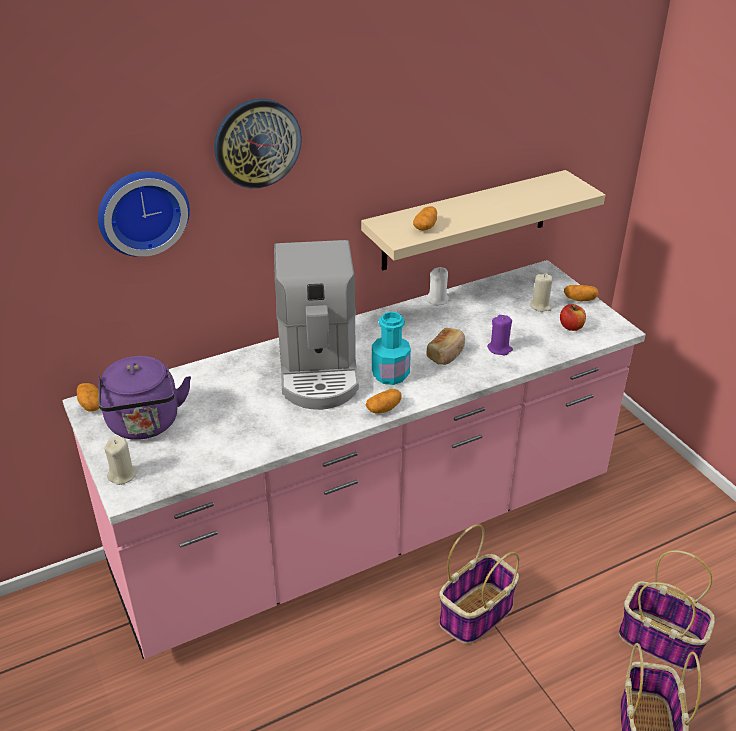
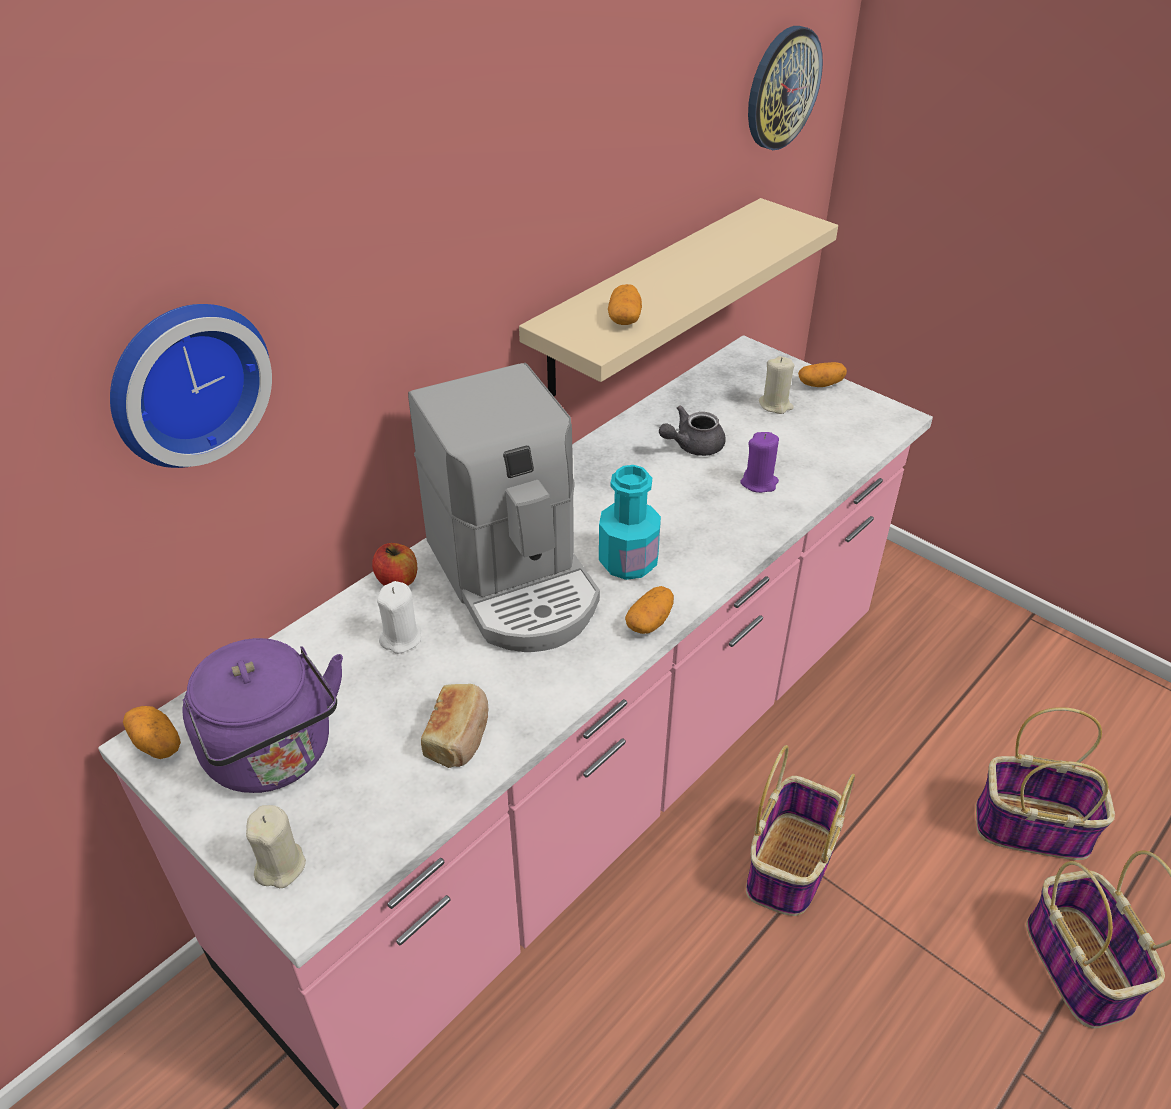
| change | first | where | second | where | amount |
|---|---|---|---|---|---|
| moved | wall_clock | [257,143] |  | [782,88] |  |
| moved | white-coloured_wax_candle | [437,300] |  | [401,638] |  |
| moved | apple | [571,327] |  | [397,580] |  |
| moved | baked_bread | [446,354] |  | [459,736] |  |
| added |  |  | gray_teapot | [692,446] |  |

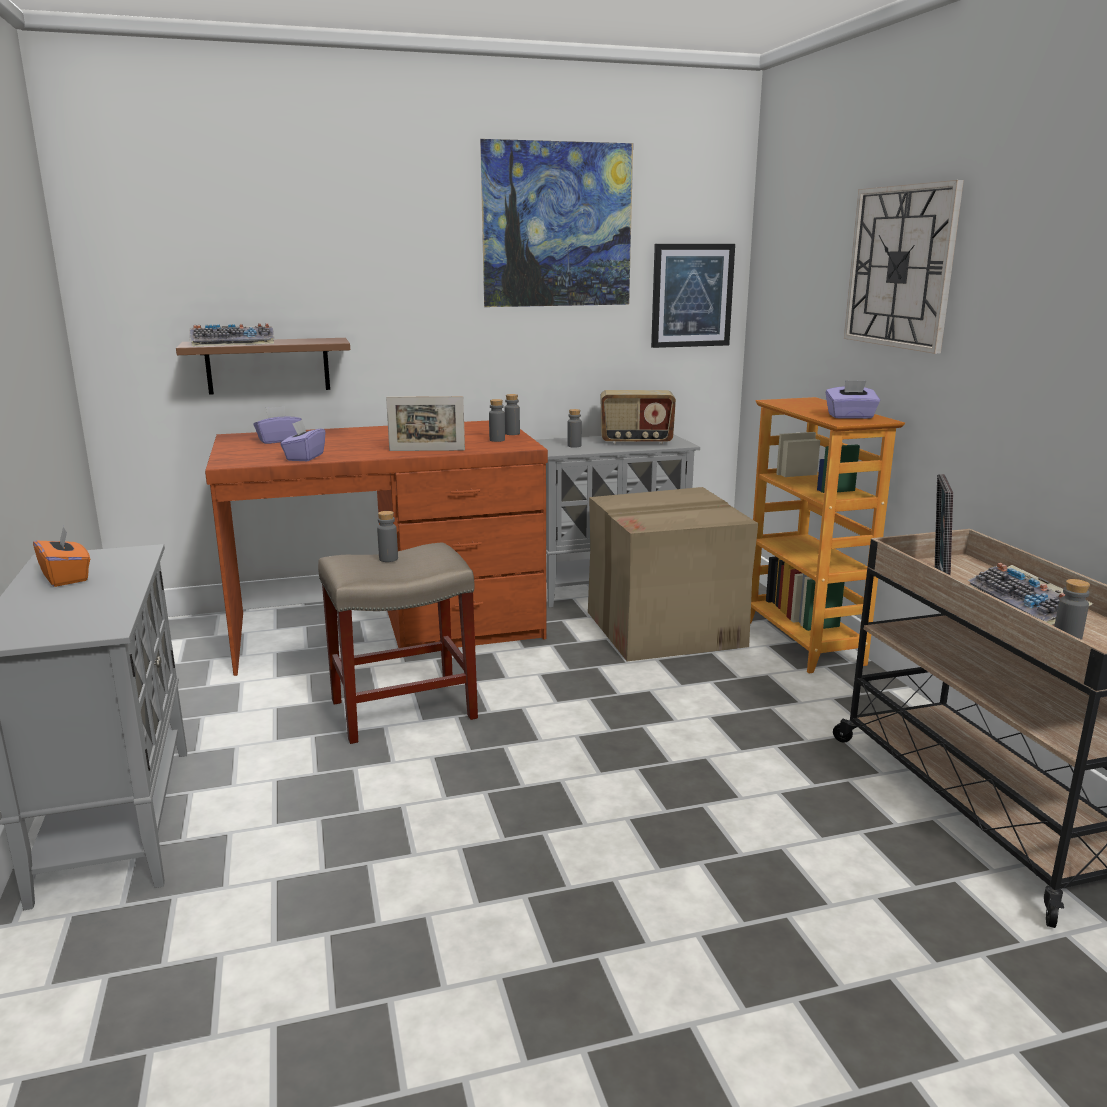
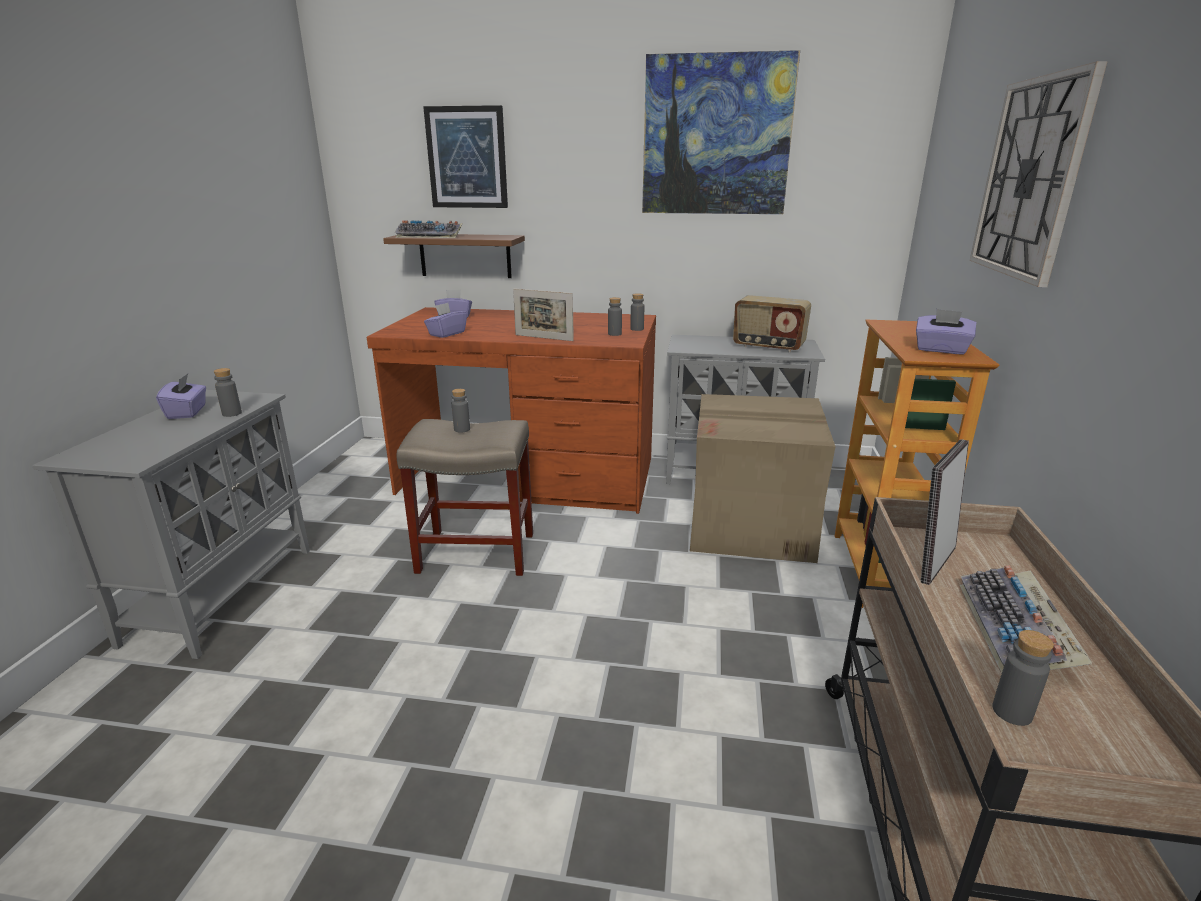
| change | first | where | second | where | amount |
|---|---|---|---|---|---|
| moved | picture | [692,295] |  | [467,158] |  |
| moved | gray_bottle | [574,446] |  | [232,413] |  |
| recoloured | orange_tissue_holder | [66,577] | purple-coloured_tissue_holder | [187,412] |  |

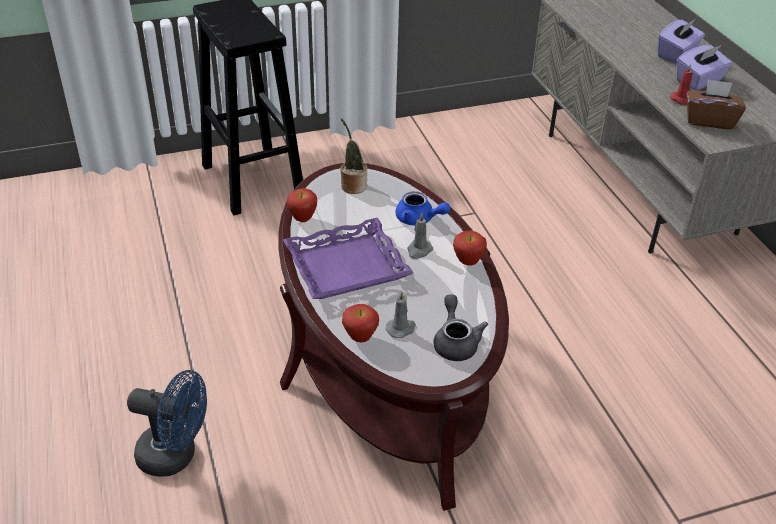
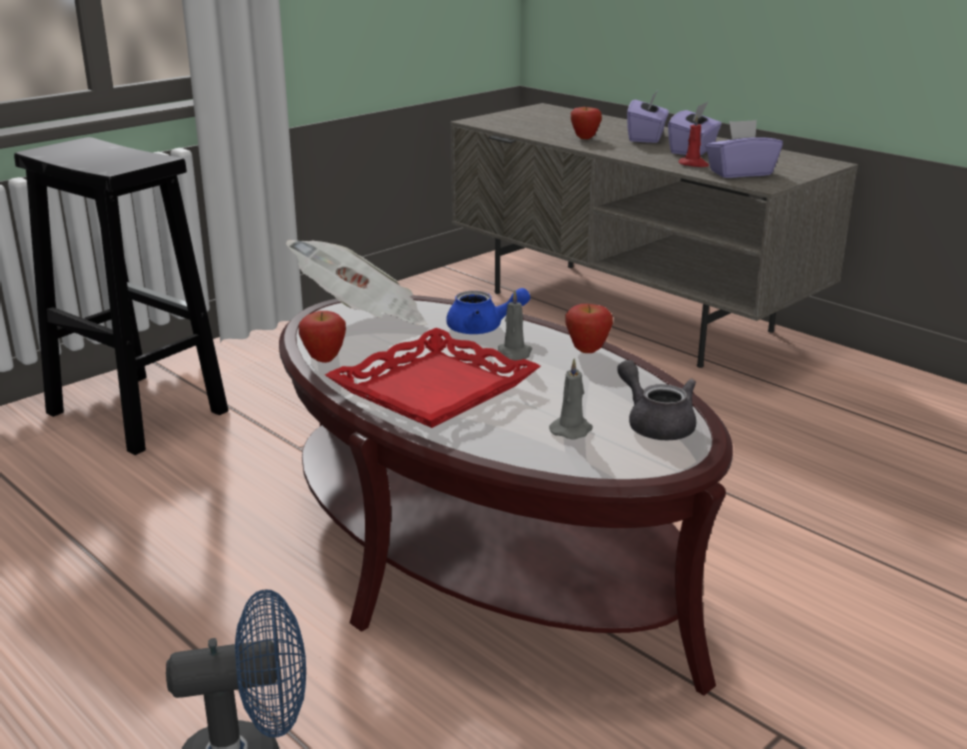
| change | first | where | second | where | amount |
|---|---|---|---|---|---|
| recoloured | brown-coloured_tissue_holder | [709,120] | purple-coloured_tissue_holder | [740,173] |  |
| replaced | potted_plant | [352,185] | printed_paper | [362,316] |  |
| recoloured | purple-coloured_tray | [347,267] | reddish_tray | [434,390] |  |
| moved | apple | [360,338] |  | [585,138] |  |

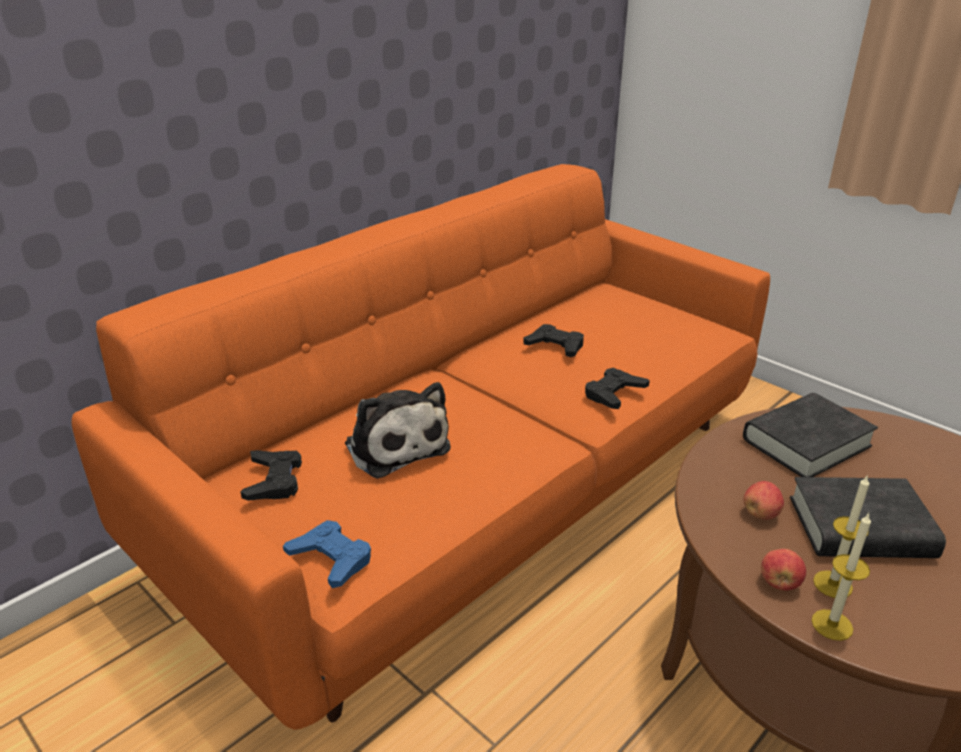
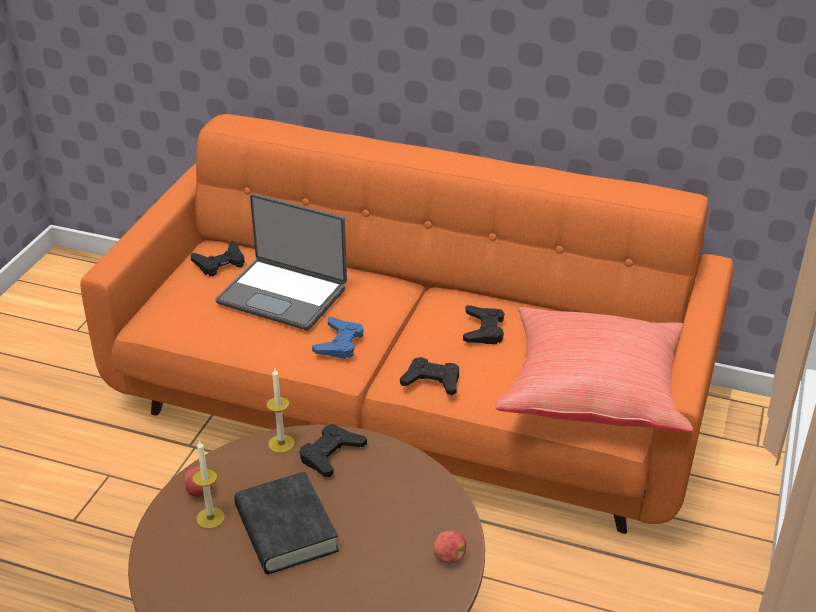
| change | first | where | second | where | amount |
|---|---|---|---|---|---|
| replaced | plush_toy | [395,444] | notebook_computer | [283,294] |  |
| removed | black-coloured_bound_book | [806,442] |  |  |  |
| moved | apple | [760,514] |  | [449,557] |  |
| moved | wax_candle | [832,625] |  | [281,443] |  |
| moved | blue-coloured_joypad | [331,558] |  | [339,343] |  |
| added |  |  | reddish_pillow | [593,393] |  |
| added |  |  | black-coloured_joypad | [331,454] |  |

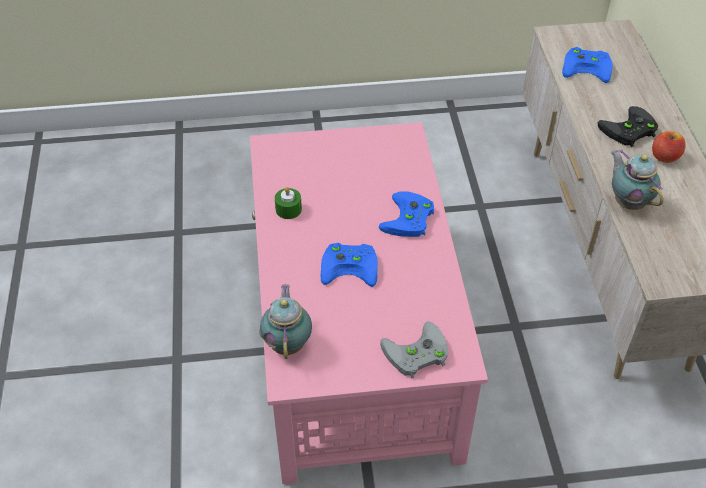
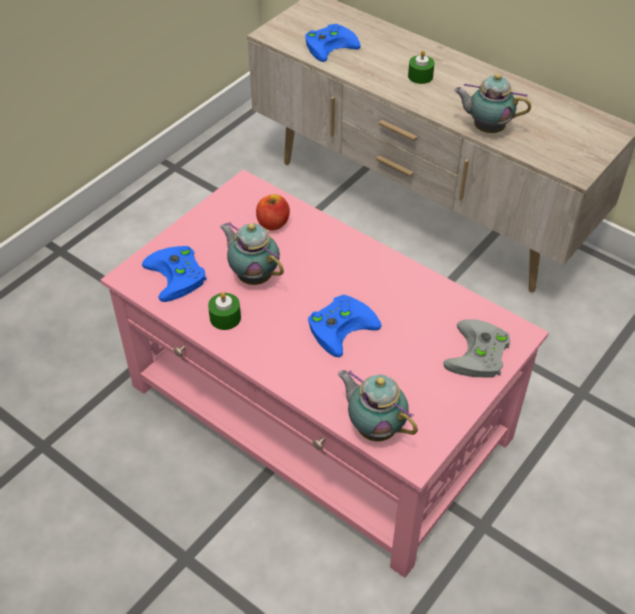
| change | first | where | second | where | amount |
|---|---|---|---|---|---|
| replaced | black-coloured_joypad | [628,131] | green-coloured_wax_candle | [420,76] |  |
| moved | apple | [665,157] |  | [273,223] |  |
| moved | blue-coloured_joypad | [409,220] |  | [179,276] |  |
| added |  |  | teapot | [253,276] |  |

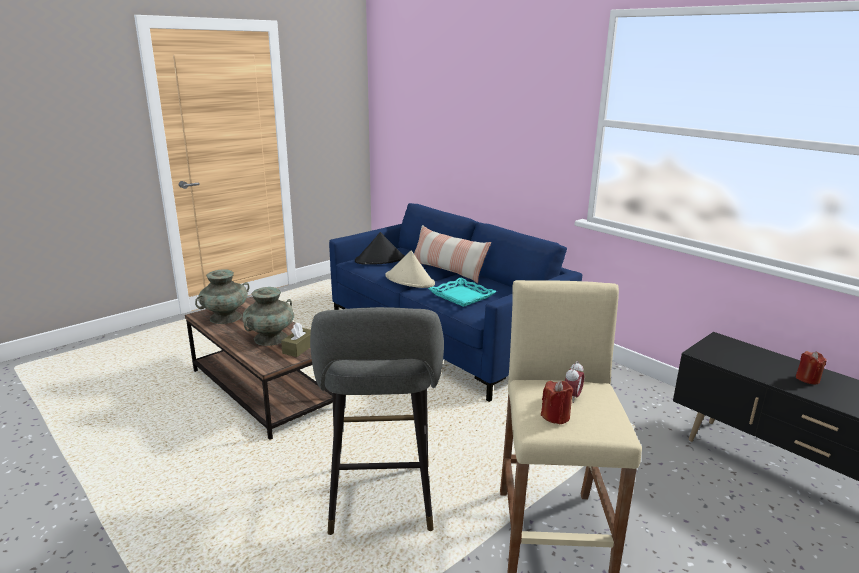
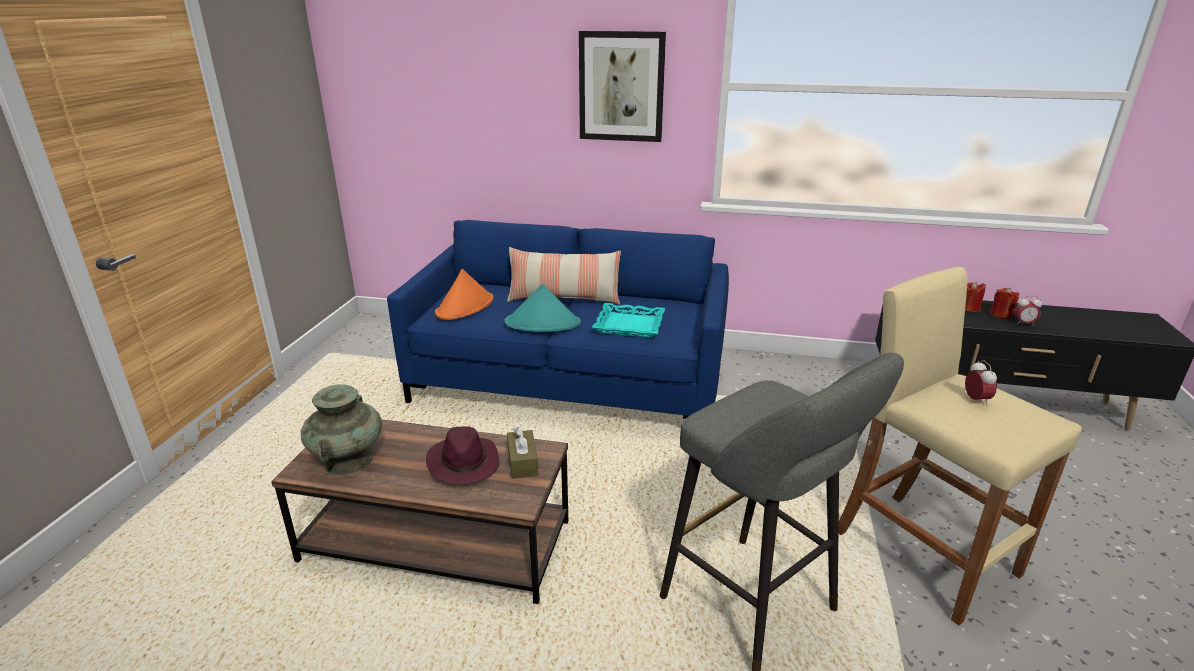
| change | first | where | second | where | amount |
|---|---|---|---|---|---|
| recoloured | black-coloured_hat | [380,260] | orange_hat | [465,307] |  |
| recoloured | beige-coloured_hat | [410,280] | turquoise-coloured_hat | [543,323] |  |
| replaced | turquoise-coloured_vase | [271,338] | purple-coloured_hat | [463,463] |  |
| moved | reddish_wax_candle | [555,416] |  | [969,308] |  |
| added |  |  | picture | [621,87] |  |
| added |  |  | alarm_clock | [1023,324] |  |

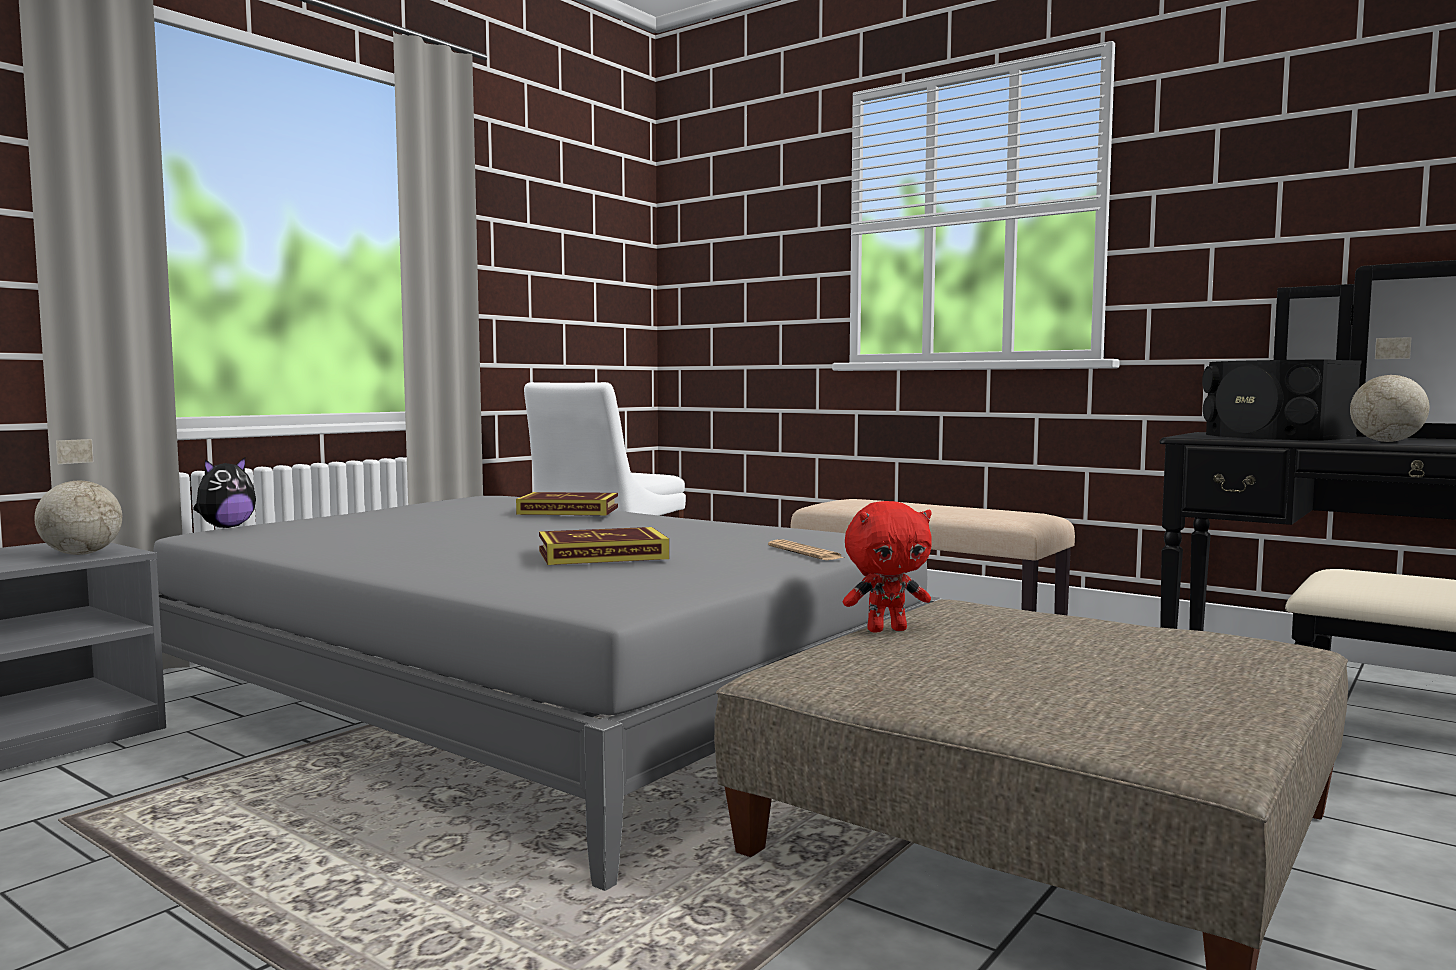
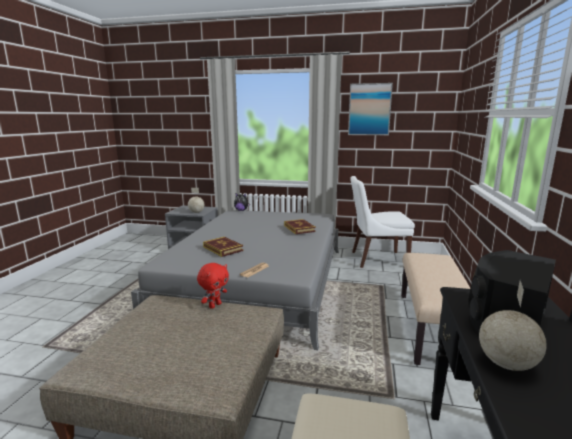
| change | first | where | second | where | amount |
|---|---|---|---|---|---|
| turned | reddish_plush_toy | [886,630] |  | [214,305] | 105 degrees counterclockwise |
| added |  |  | picture | [369,109] |  |

